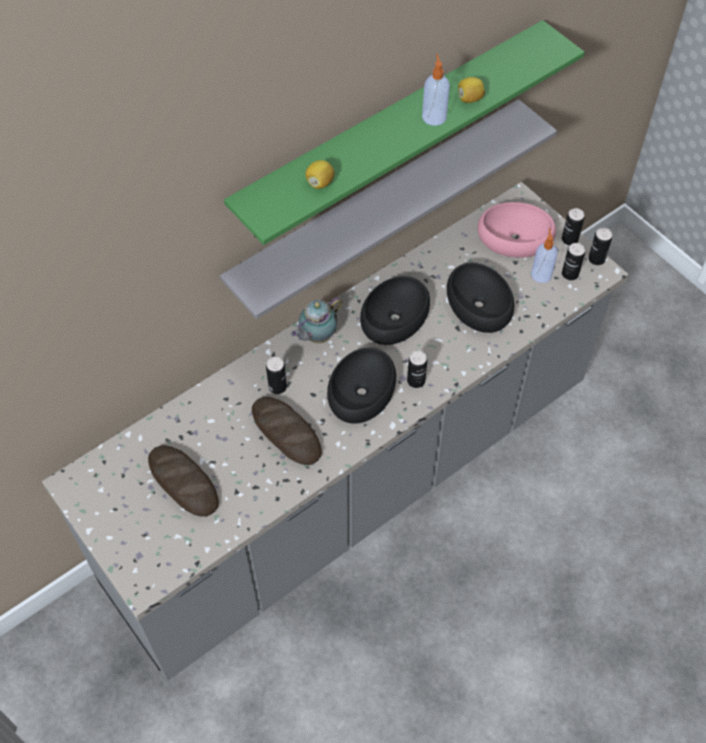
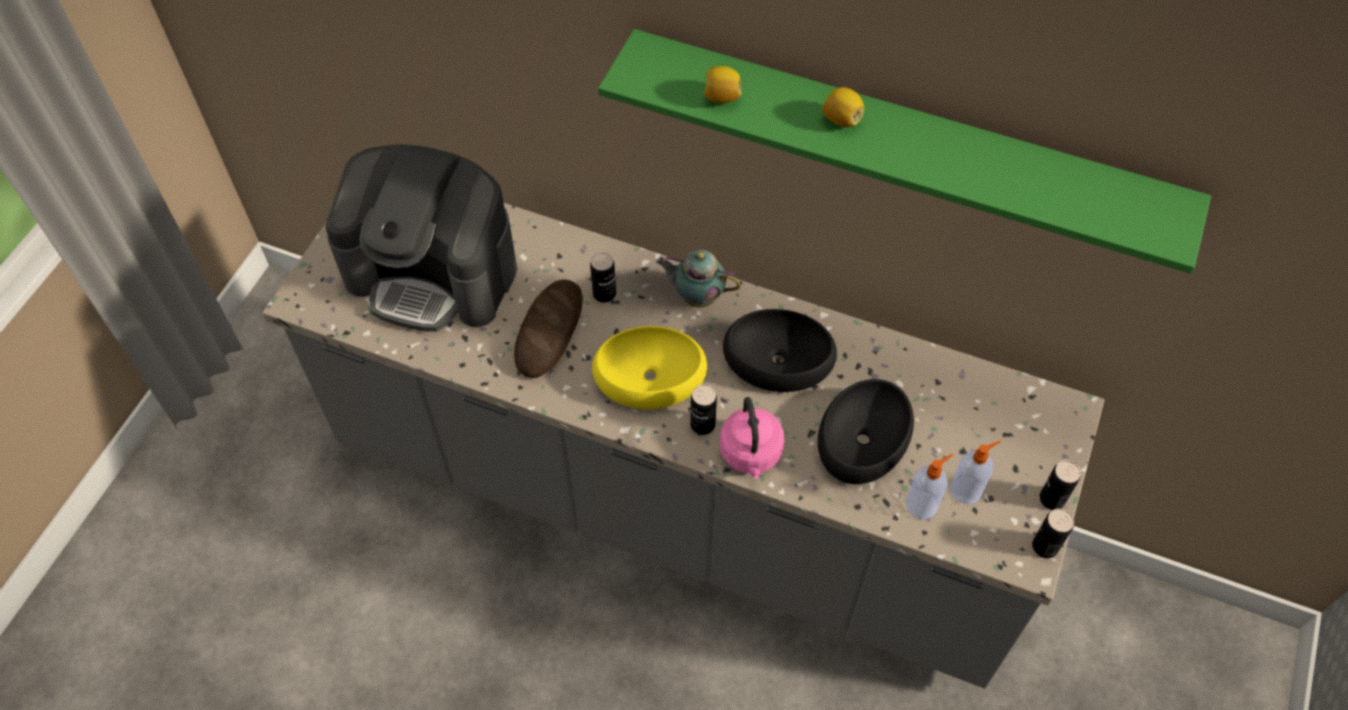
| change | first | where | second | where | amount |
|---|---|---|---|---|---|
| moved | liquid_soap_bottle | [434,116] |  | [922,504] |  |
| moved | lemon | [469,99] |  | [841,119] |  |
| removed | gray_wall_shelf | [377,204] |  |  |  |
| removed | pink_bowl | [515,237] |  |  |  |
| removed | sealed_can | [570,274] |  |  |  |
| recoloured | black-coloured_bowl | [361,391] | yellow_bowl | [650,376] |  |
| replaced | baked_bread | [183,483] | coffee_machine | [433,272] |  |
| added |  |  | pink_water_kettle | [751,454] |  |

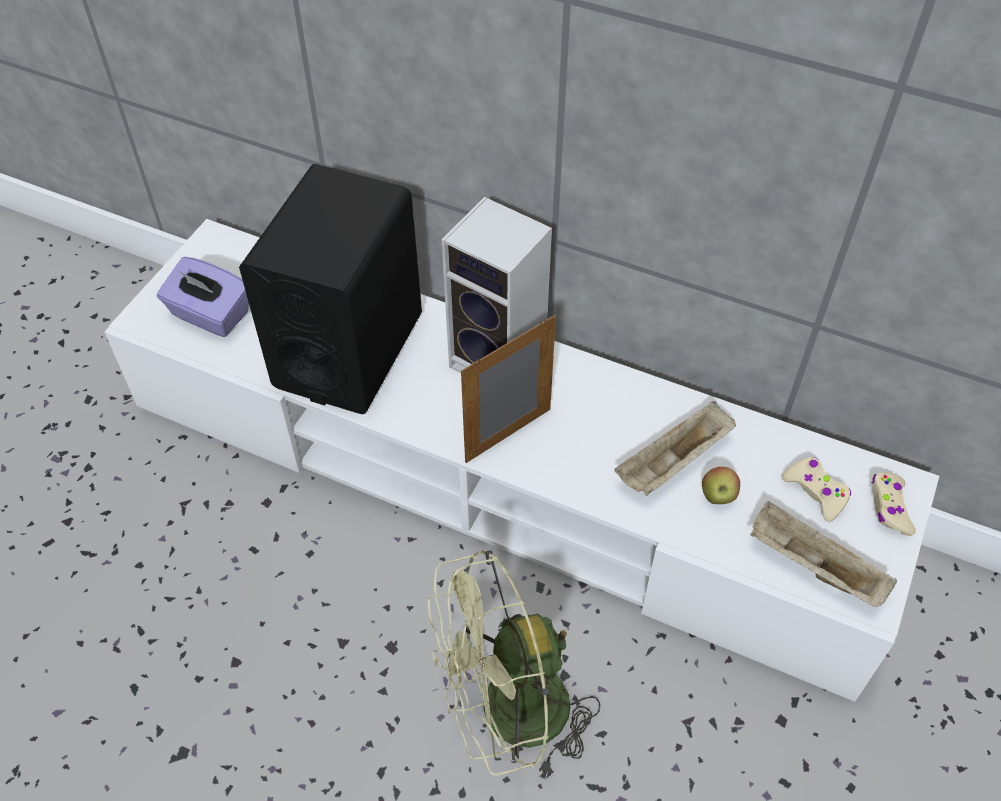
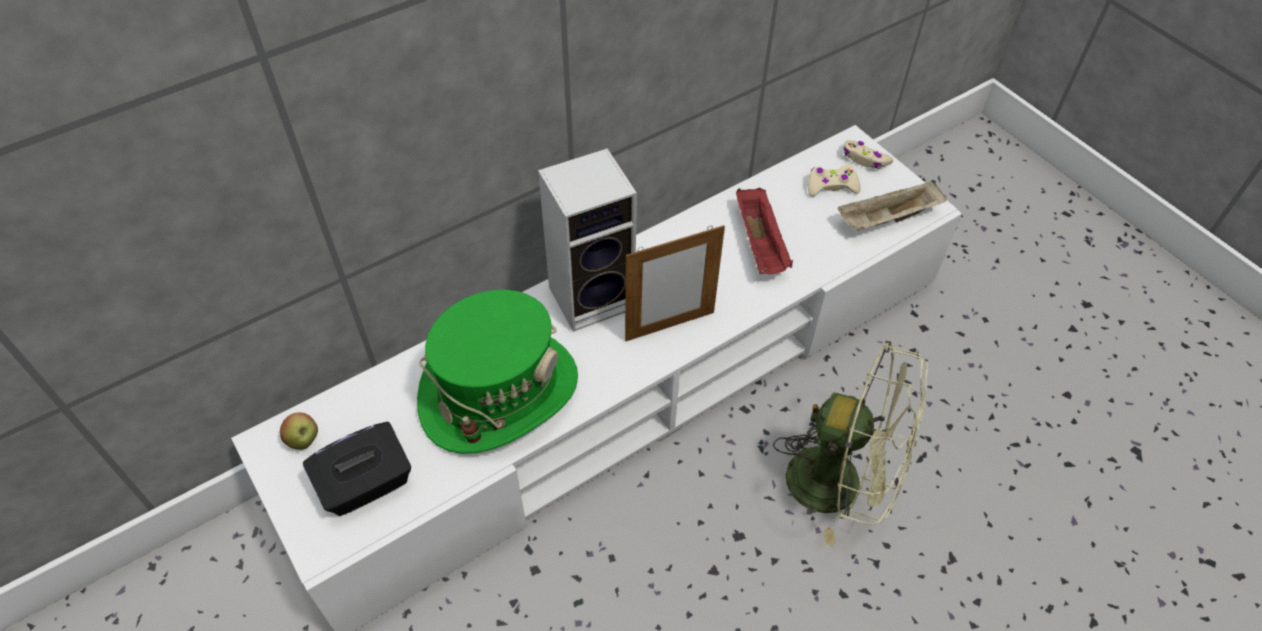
| change | first | where | second | where | amount |
|---|---|---|---|---|---|
| replaced | black-coloured_audio_speaker | [349,349] | green-coloured_hat | [499,392] |  |
| recoloured | purple-coloured_tissue_holder | [210,315] | black-coloured_tissue_holder | [366,485] |  |
| turned | photo_frame | [508,435] |  | [669,326] | 105 degrees counterclockwise |
| recoloured | beige-coloured_tray | [673,463] | reddish_tray | [761,244] |  |
| moved | apple | [717,496] |  | [304,440] |  |
| turned | green-coloured_cooling_fan | [507,716] |  | [840,484] | 75 degrees counterclockwise |

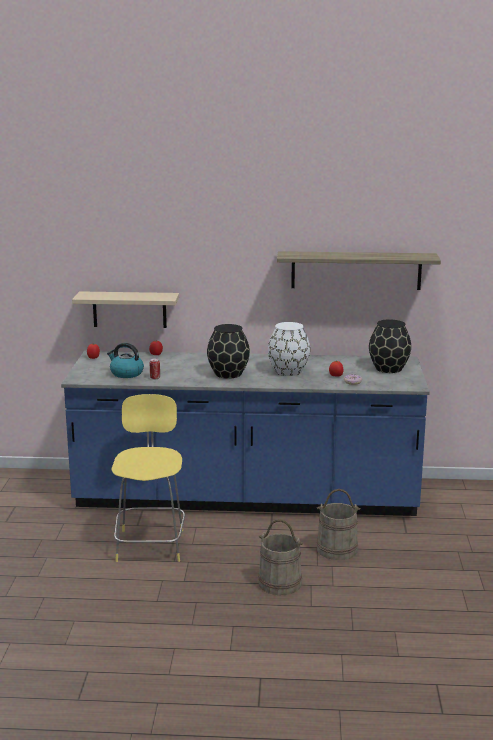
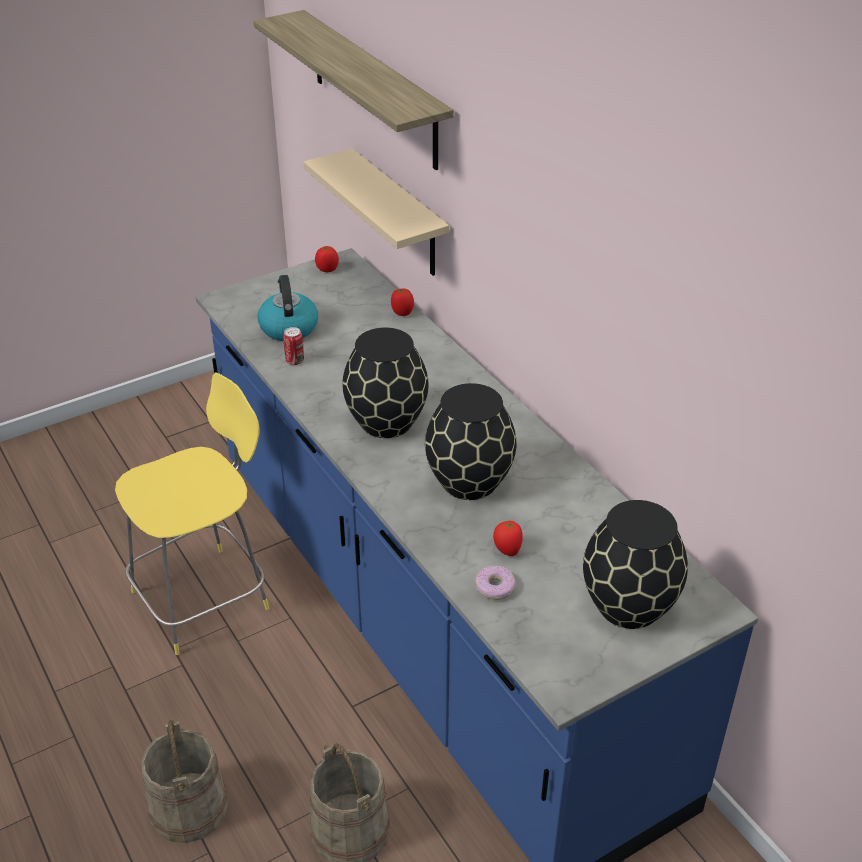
| change | first | where | second | where | amount |
|---|---|---|---|---|---|
| moved | wall_shelf | [356,270] |  | [373,89] |  |
| recoloured | white-coloured_vase | [288,371] | black-coloured_vase | [469,481] |  |

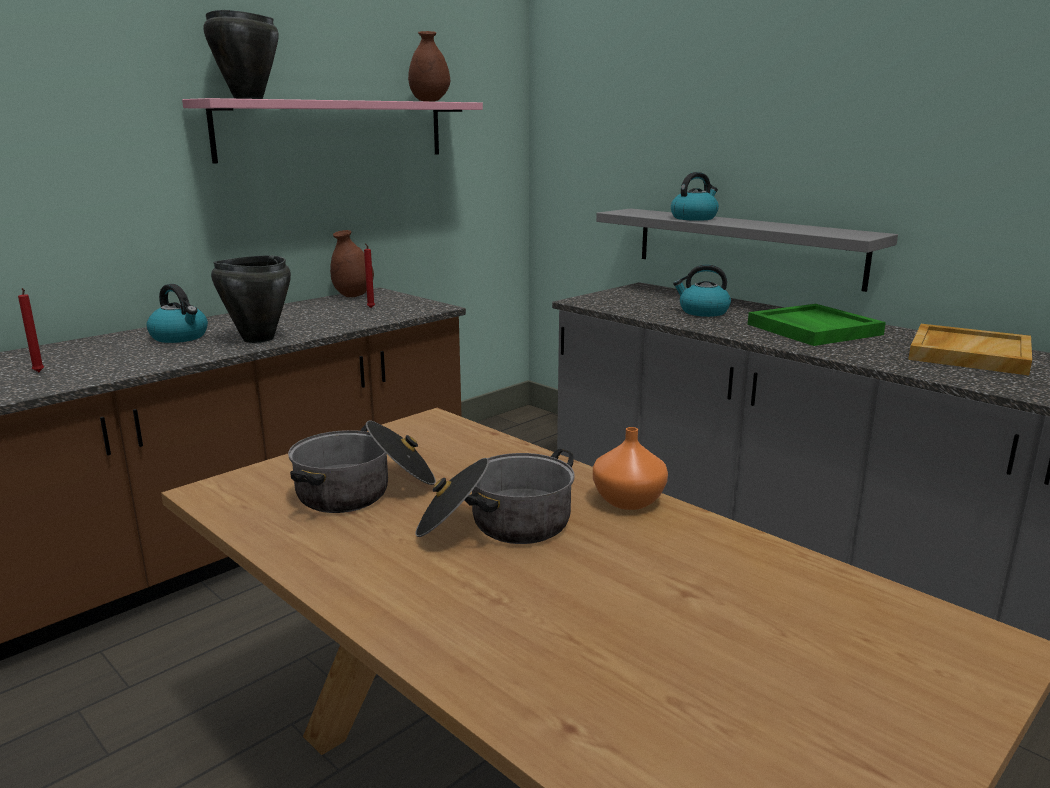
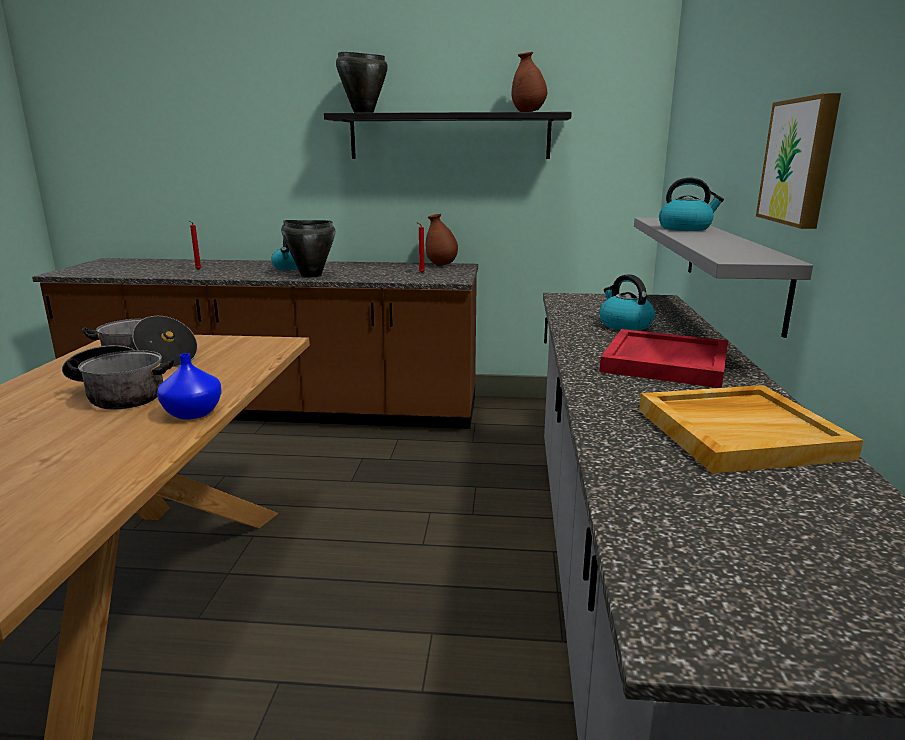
| change | first | where | second | where | amount |
|---|---|---|---|---|---|
| recoloured | pink_wall_shelf | [335,130] | black-coloured_wall_shelf | [449,137] |  |
| recoloured | green-coloured_tray | [812,329] | reddish_tray | [664,362] |  |
| recoloured | orange_vase | [628,501] | blue-coloured_vase | [191,413] |  |
| added |  |  | picture | [801,162] |  |

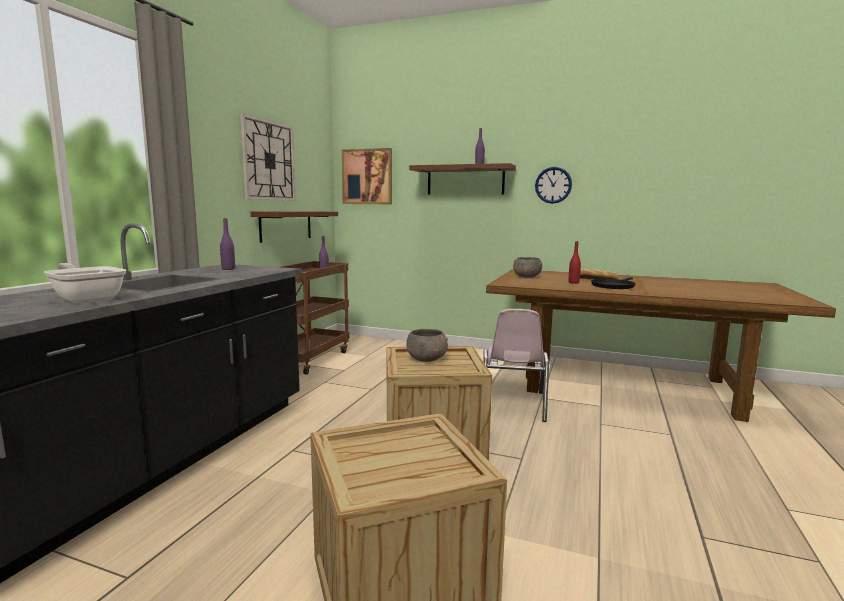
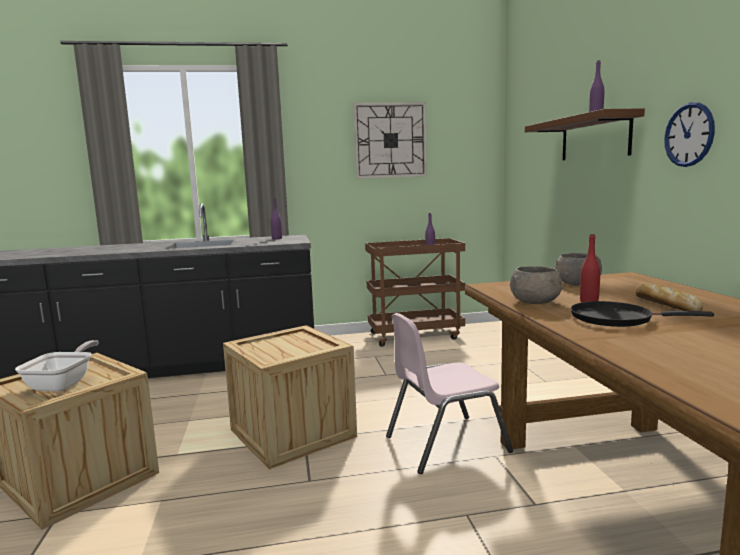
| change | first | where | second | where | amount |
|---|---|---|---|---|---|
| removed | picture | [367,177] |  |  |  |
| removed | brown-coloured_wall_shelf | [286,225] |  |  |  |
| moved | skillet | [87,299] |  | [64,383] |  |
| moved | gray_bowl | [427,359] |  | [536,302] |  |

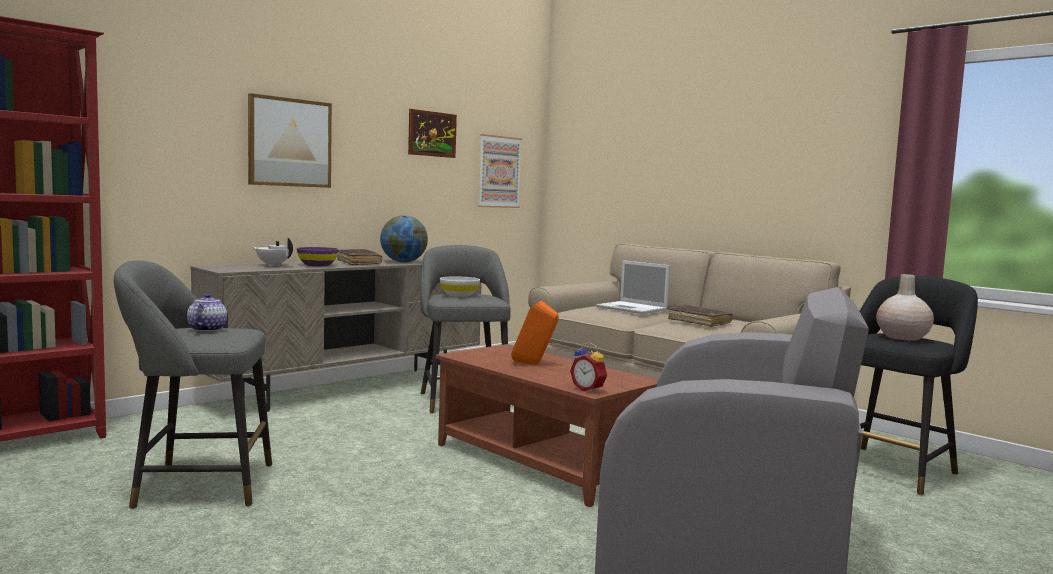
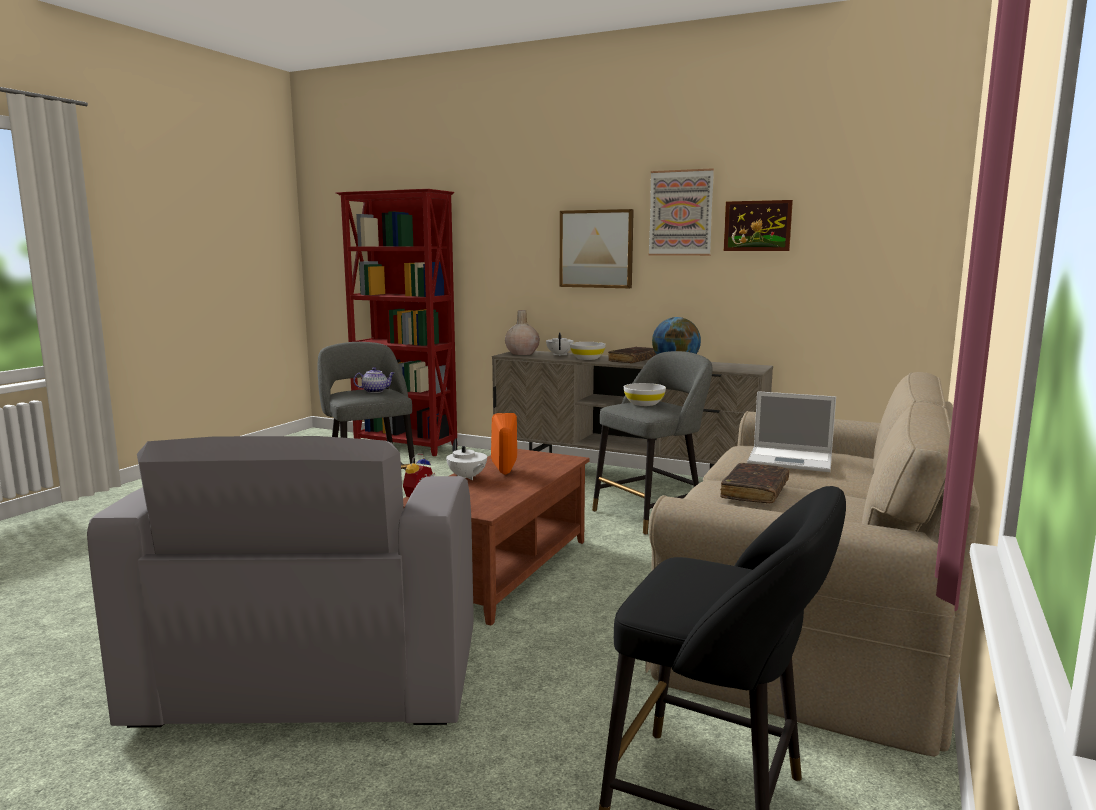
| change | first | where | second | where | amount |
|---|---|---|---|---|---|
| moved | picture | [499,172] |  | [681,213] |  |
| recoloured | purple-coloured_bowl | [317,265] | white-coloured_bowl | [587,358] |  |
| turned | notebook_computer | [633,308] |  | [792,460] | 90 degrees counterclockwise |
| moved | beige-coloured_vase | [902,337] |  | [522,353] |  |
| added |  |  | white-coloured_teapot | [467,477] |  |

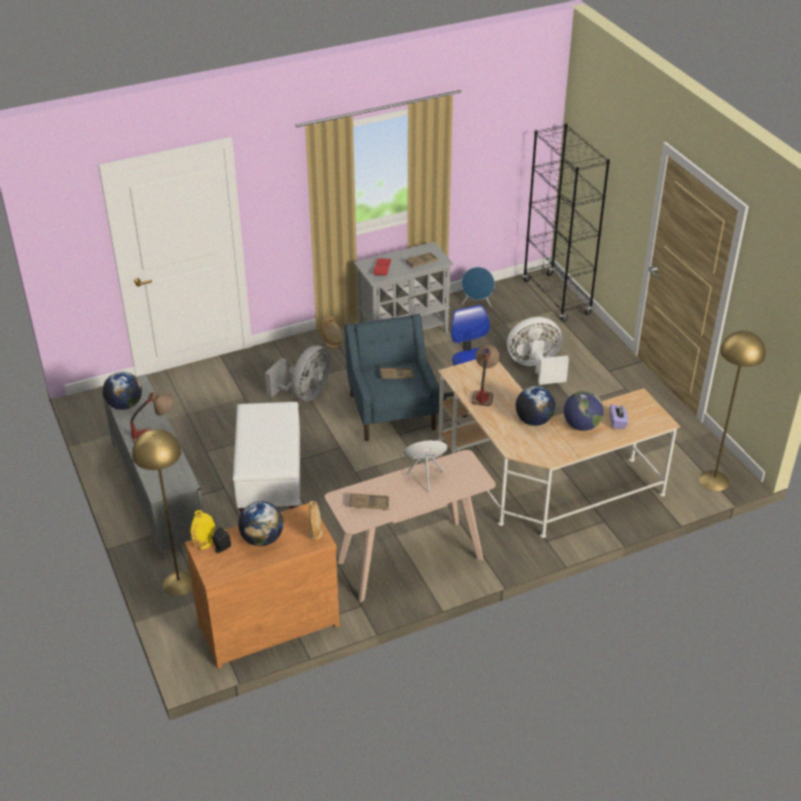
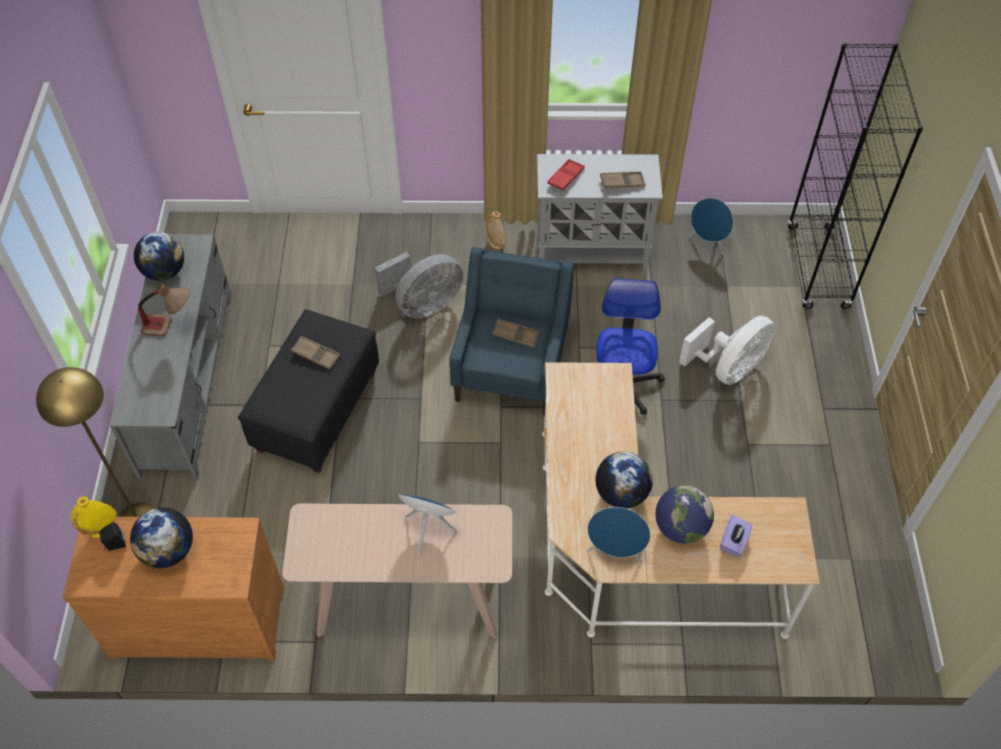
| change | first | where | second | where | amount |
|---|---|---|---|---|---|
| turned | white-coloured_cooling_fan | [536,368] |  | [729,368] | 120 degrees clockwise |
| removed | yellow_floor_lamp | [714,480] |  |  |  |
| removed | tabletop_lamp | [483,391] |  |  |  |
| recoloured | white-coloured_ottoman | [270,477] | black-coloured_ottoman | [317,410] |  |
| moved | brown-coloured_tray | [369,504] |  | [316,355] |  |
| removed | beige-coloured_vase | [316,534] |  |  |  |
| added |  |  | blue-coloured_audio_speaker | [615,552] |  |

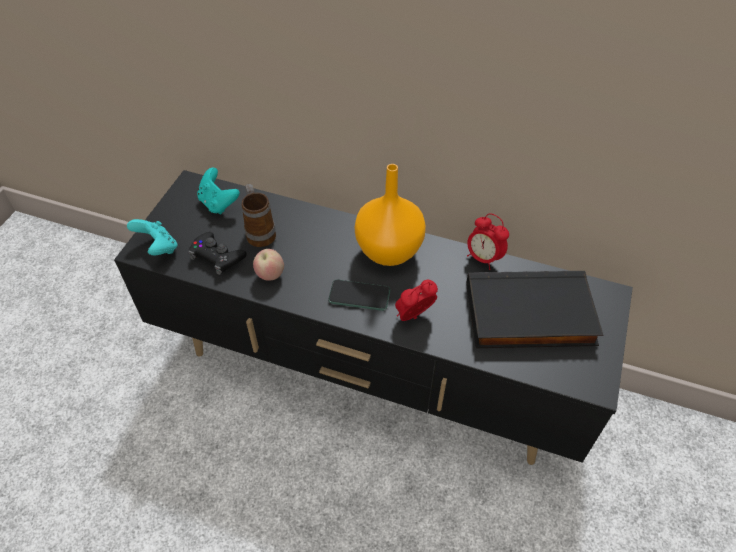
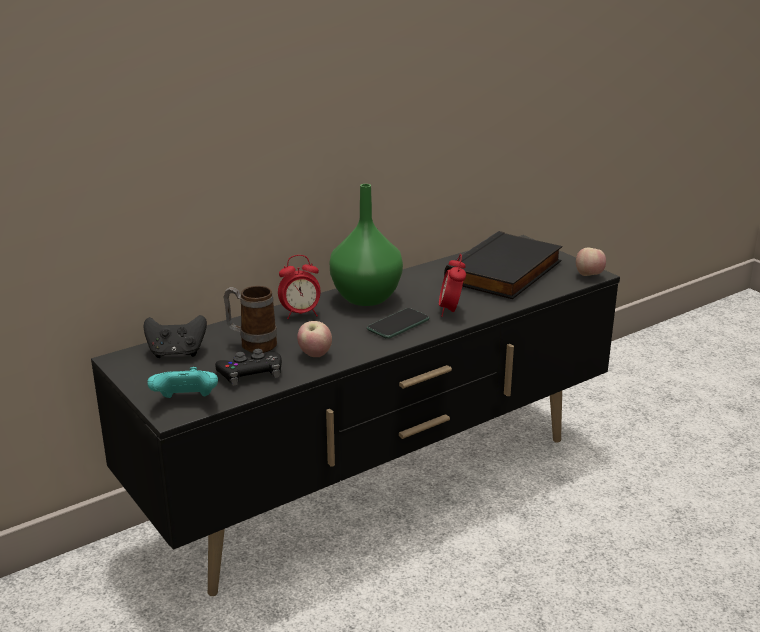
| change | first | where | second | where | amount |
|---|---|---|---|---|---|
| recoloured | orange_vase | [388,250] | green-coloured_vase | [364,297] |  |
| recoloured | turquoise-coloured_joypad | [218,203] | black-coloured_joypad | [176,353] |  |
| moved | alarm_clock | [483,258] |  | [301,314] |  |
| added |  |  | apple | [589,276] |  |

